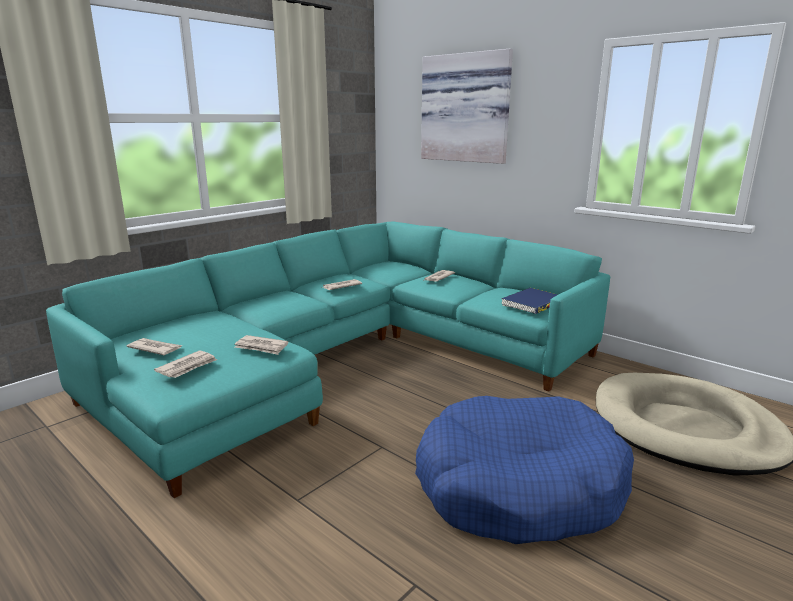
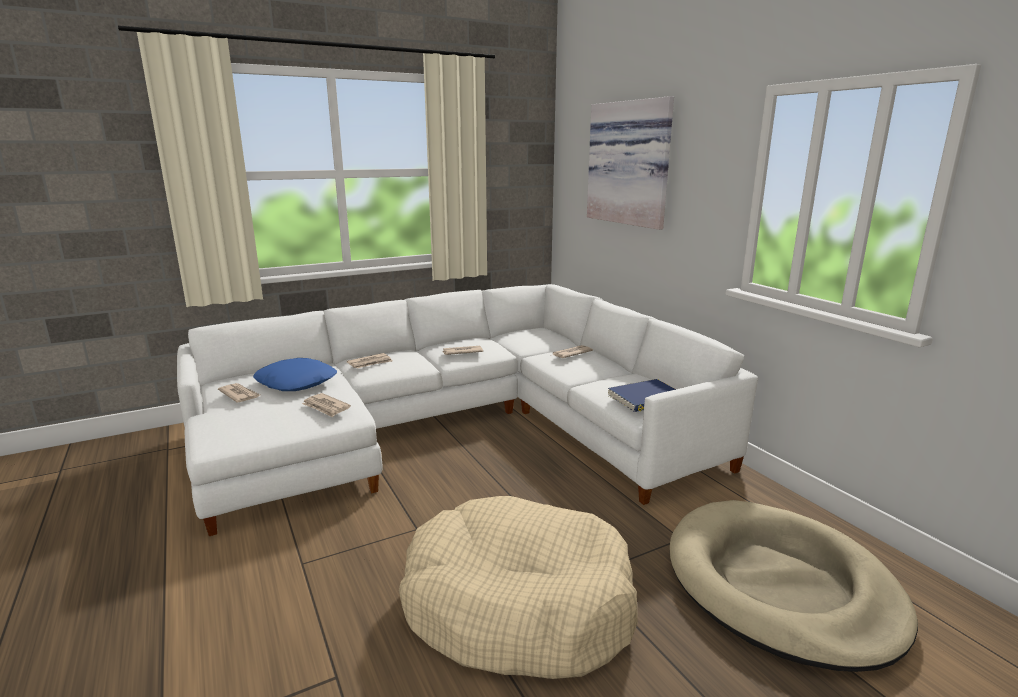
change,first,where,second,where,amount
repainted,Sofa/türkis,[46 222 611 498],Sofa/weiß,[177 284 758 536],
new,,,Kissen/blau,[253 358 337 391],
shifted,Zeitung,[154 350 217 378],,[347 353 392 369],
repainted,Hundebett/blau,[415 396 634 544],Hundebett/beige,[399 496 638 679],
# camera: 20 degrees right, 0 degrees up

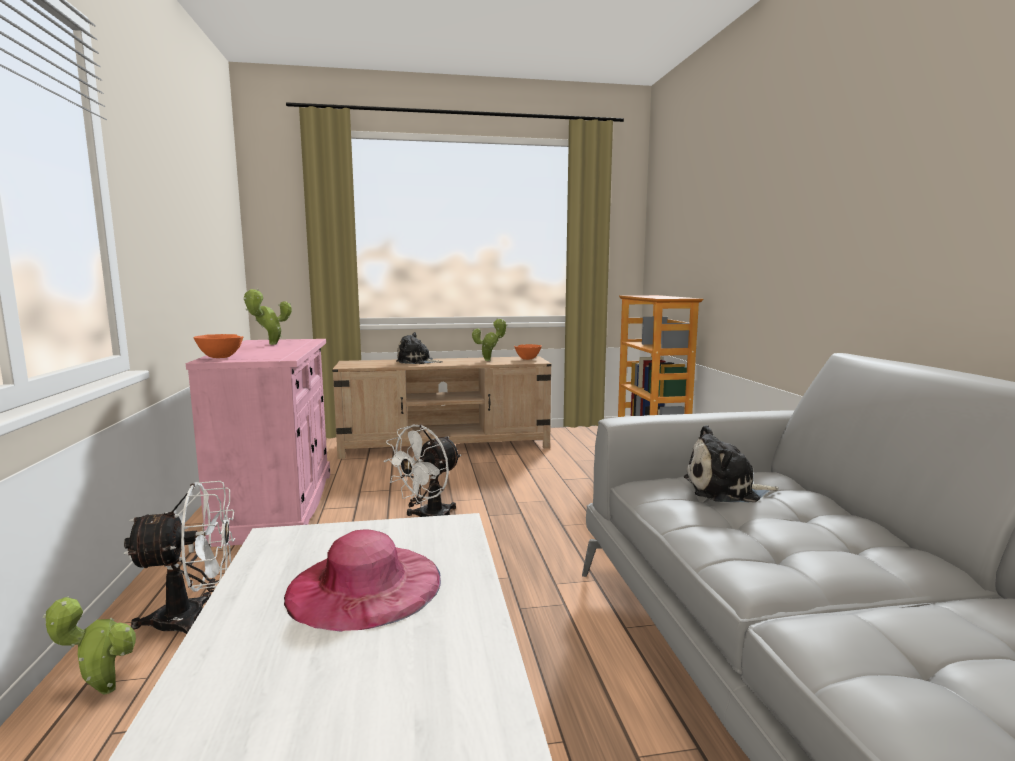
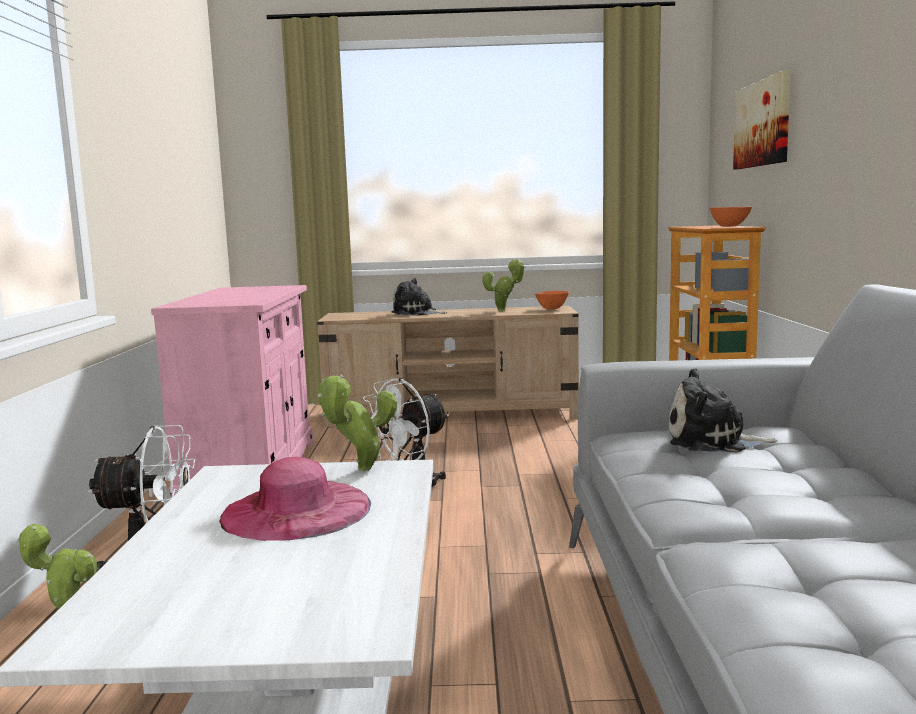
change,first,where,second,where,amount
shifted,Topfpflanze,[244 289 292 345],,[317 375 397 471],
shifted,Schüssel/orange,[193 334 244 358],,[710 207 752 227],
new,,,Bild,[733 70 791 169],
# camera: 10 degrees right, 0 degrees up

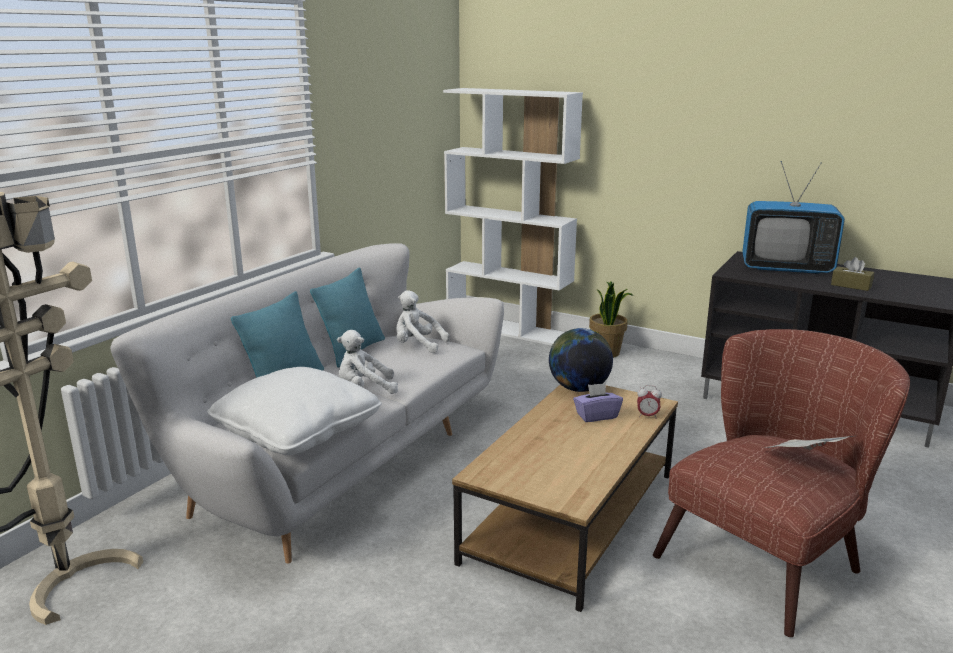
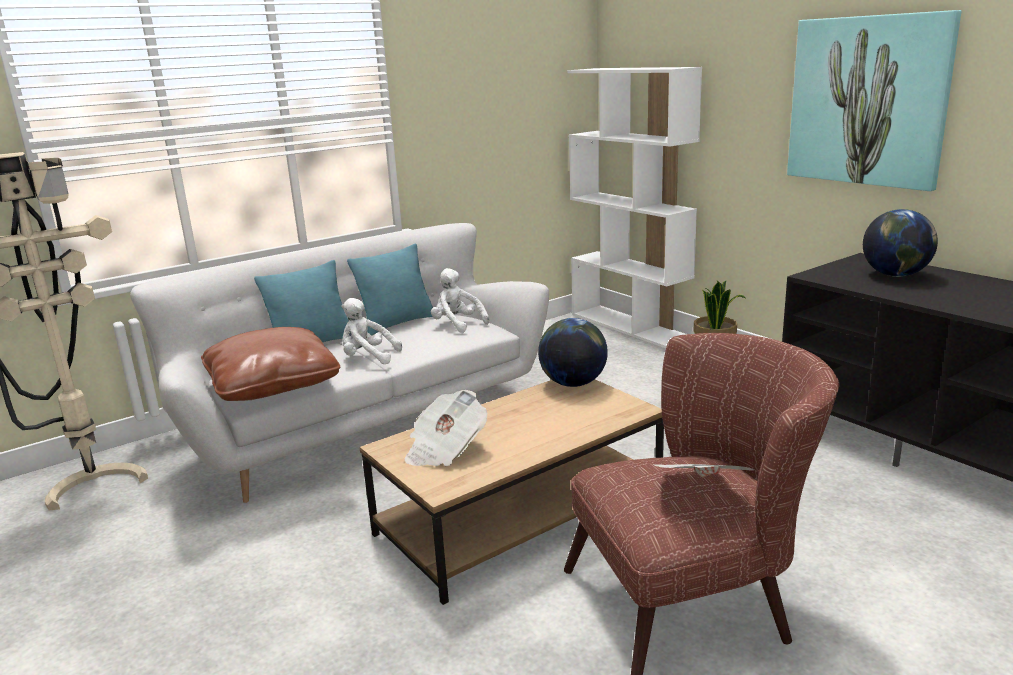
change,first,where,second,where,amount
repainted,Kissen/weiß,[207 367 382 455],Kissen/braun,[201 327 340 401],
new,,,Zeitung,[405 390 487 466],
new,,,Bild,[787 10 962 191],
swapped,Fernseher,[742 161 845 274],Globus,[863 209 938 277],
gone,Taschentuchbox/lila,[573 383 623 422],,,
gone,Wecker,[637 385 662 419],,,
gone,Taschentuchbox/braun,[831 257 875 291],,,
# camera: 25 degrees right, 0 degrees up

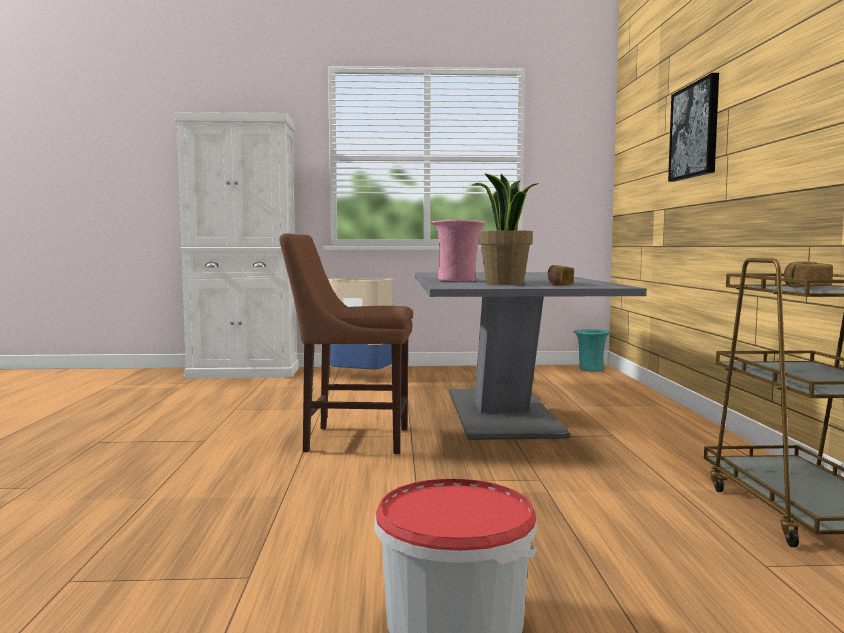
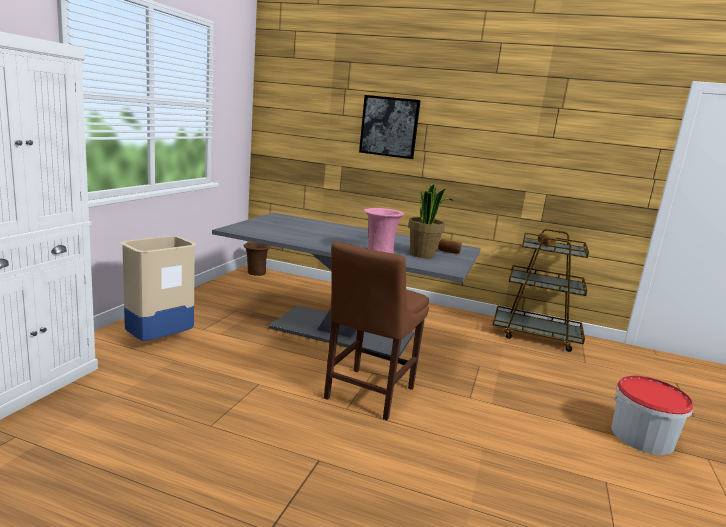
change,first,where,second,where,amount
repainted,Vase/türkis,[574 329 610 372],Vase/braun,[243 242 271 276],
# camera: 70 degrees left, 10 degrees up

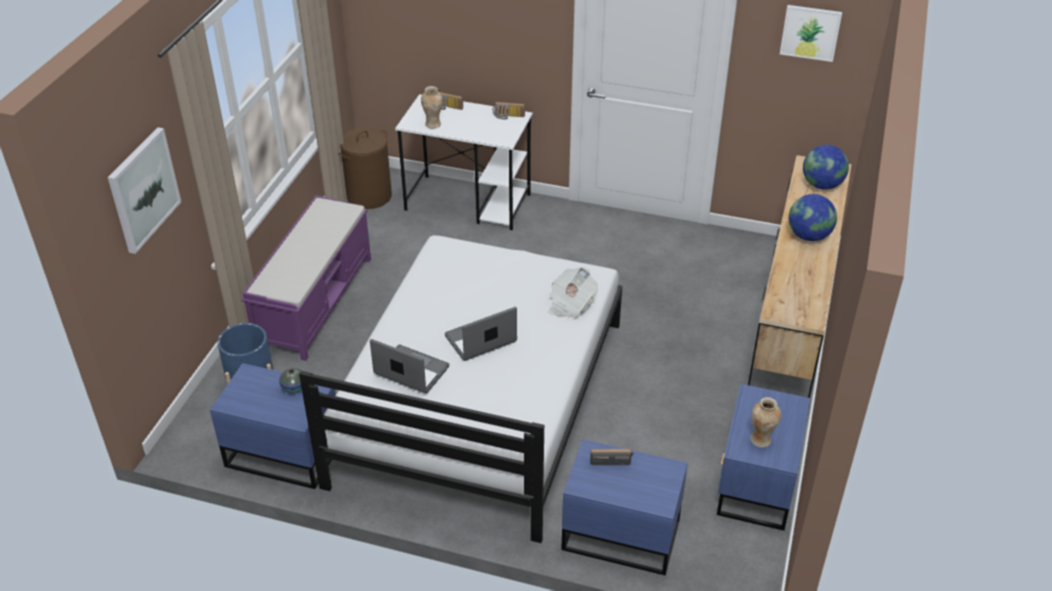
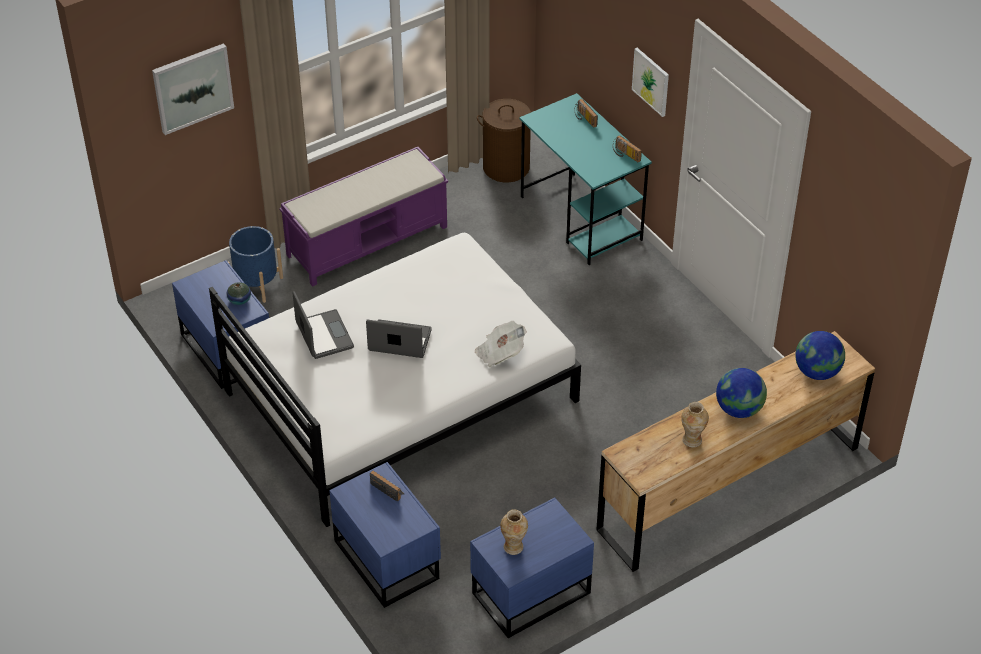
change,first,where,second,where,amount
repainted,Schreibtisch/weiß,[395 94 533 230],Schreibtisch/türkis,[519 93 652 266],
shifted,Bild,[780 5 842 62],,[632 48 669 117],
shifted,Vase,[421 86 443 129],,[681 402 709 448],
# camera: 40 degrees right, 5 degrees up

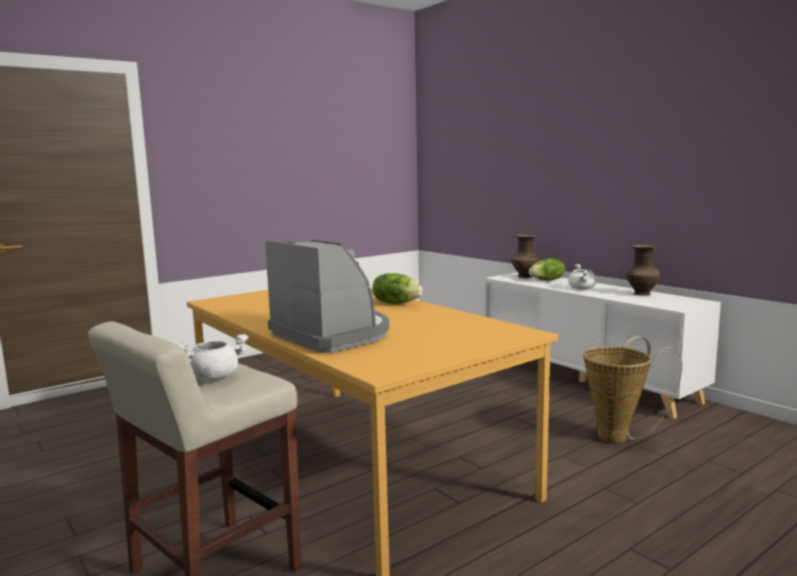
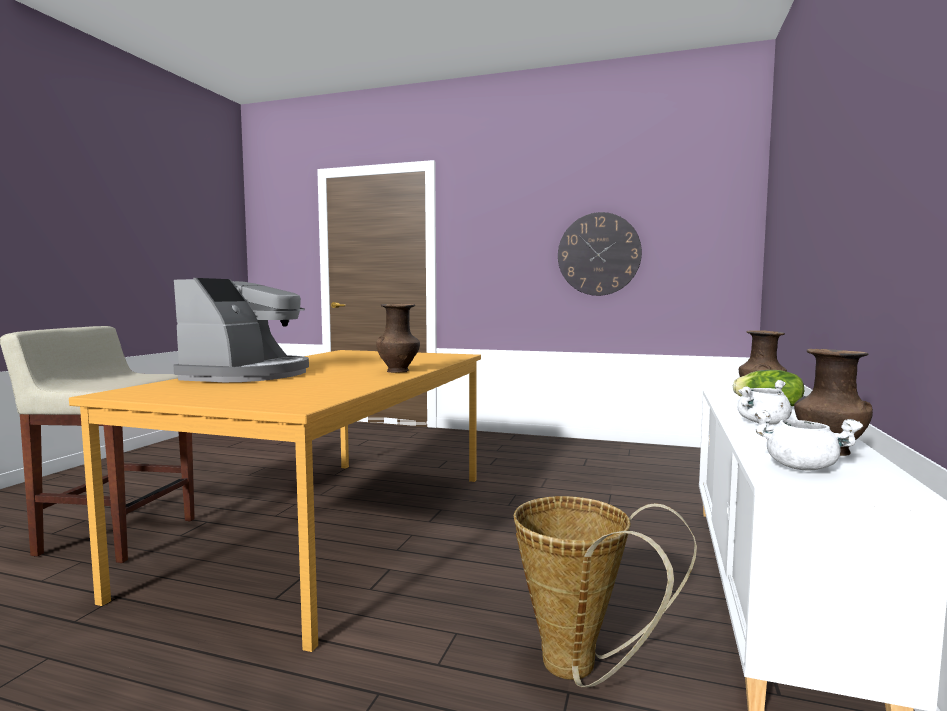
change,first,where,second,where,amount
swapped,Salatkopf,[372 273 423 304],Vase/braun,[376 304 420 373],
new,,,Wanduhr,[558 212 642 296],
shifted,Kochtopf/weiß,[177 334 249 381],,[754 410 863 471],
# camera: 55 degrees right, 5 degrees down

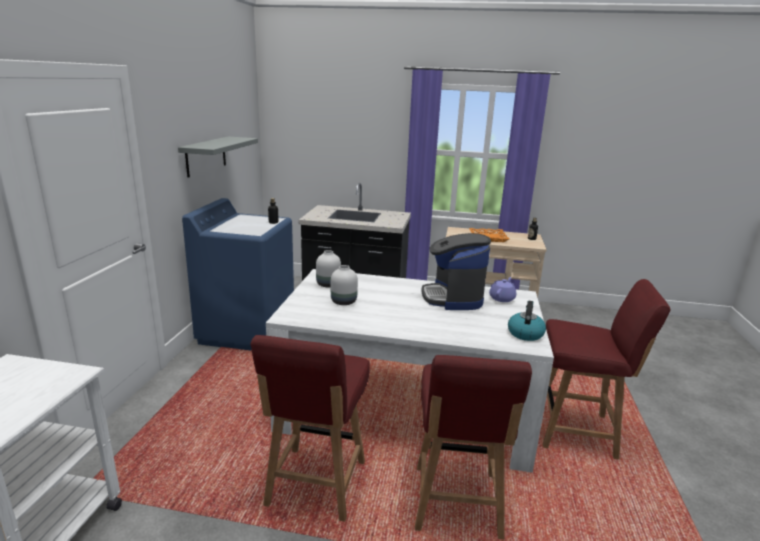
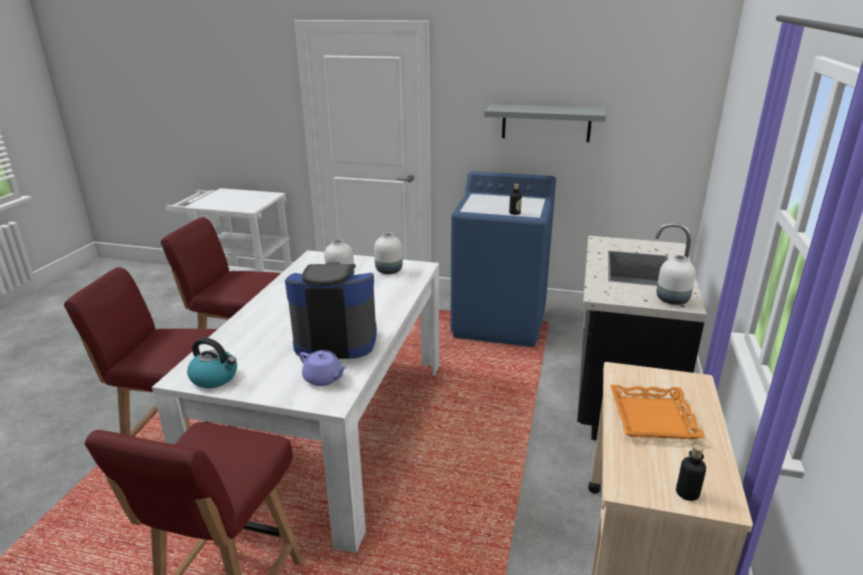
change,first,where,second,where,amount
new,,,Vase/weiß,[657 255 696 305],
# camera: 95 degrees right, 5 degrees up

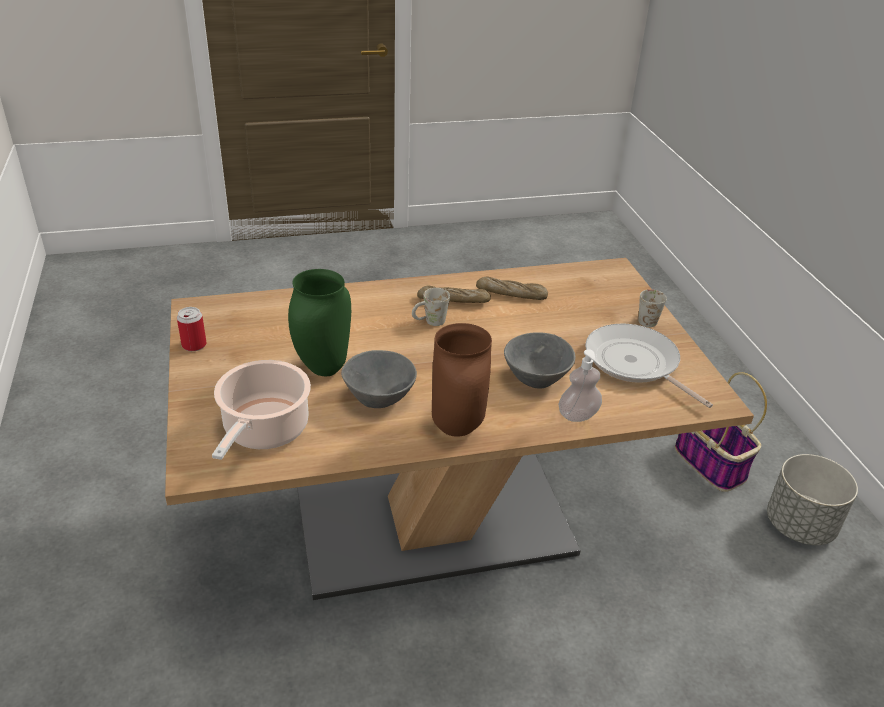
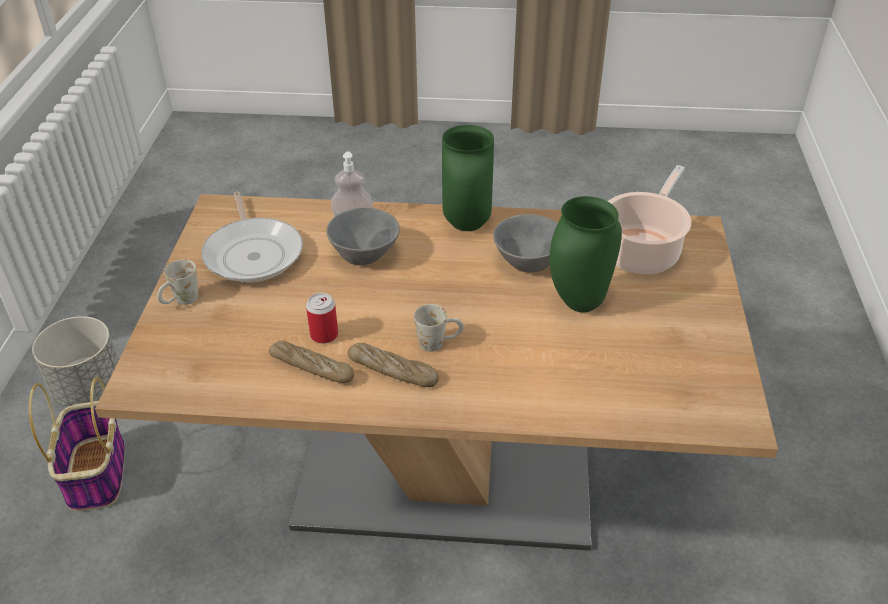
change,first,where,second,where,amount
shifted,Dose,[177 307 207 351],,[306 293 338 344],
repainted,Vase/braun,[432 323 492 437],Vase/grün,[442 125 494 231],
# camera: 160 degrees left, 5 degrees up

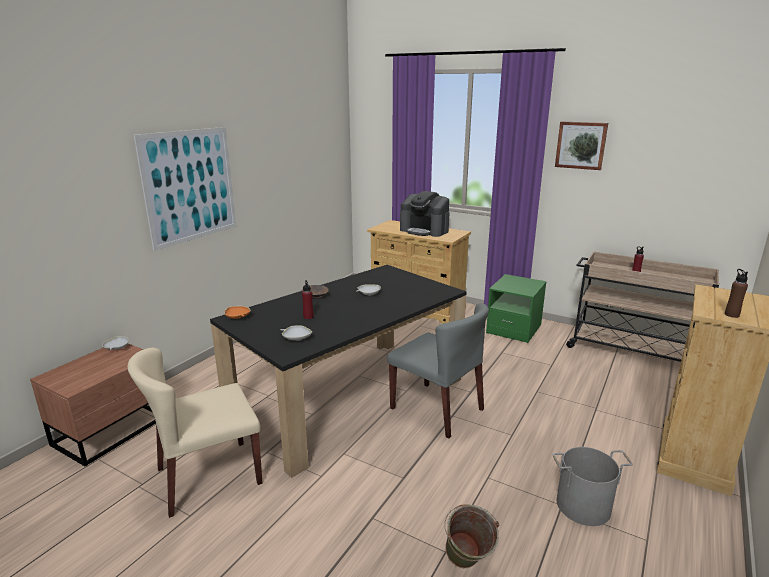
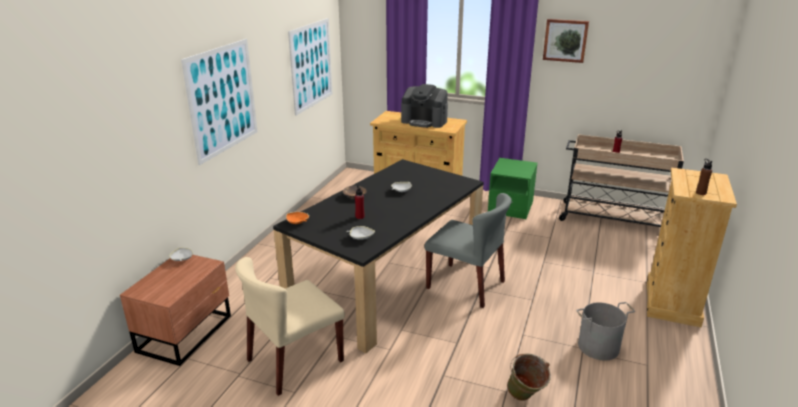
change,first,where,second,where,amount
new,,,Bild,[288 18 333 116],
# camera: 10 degrees left, 5 degrees up

